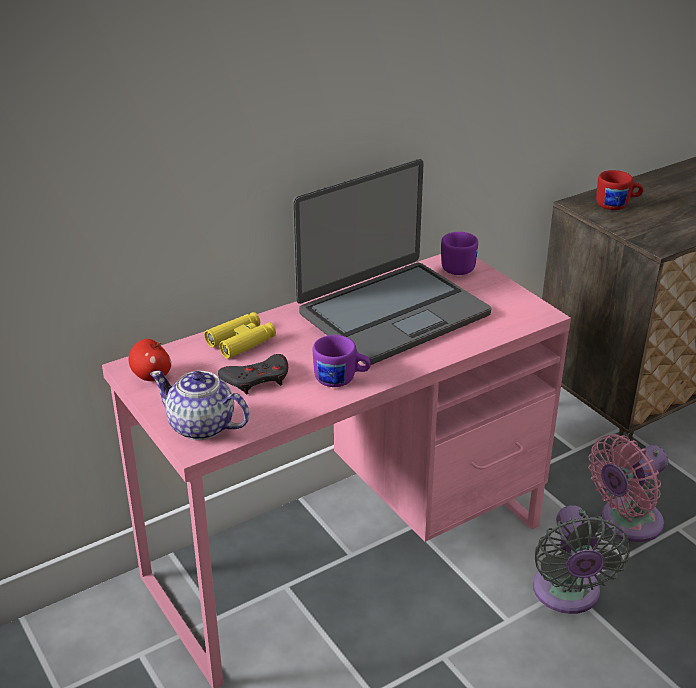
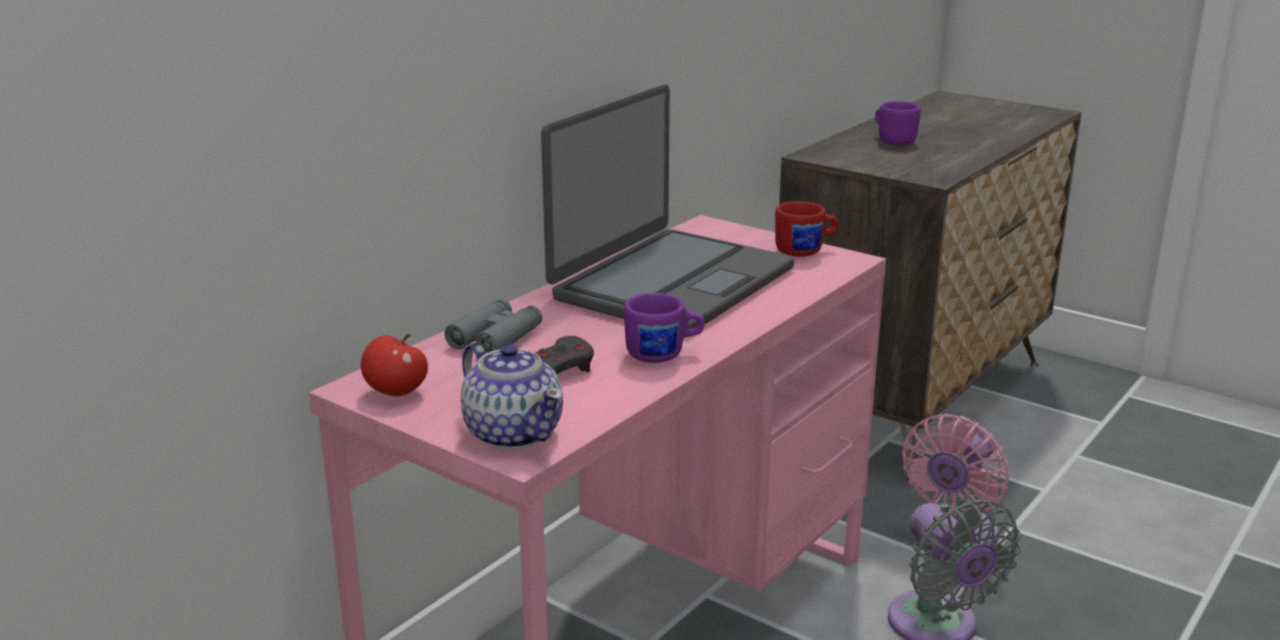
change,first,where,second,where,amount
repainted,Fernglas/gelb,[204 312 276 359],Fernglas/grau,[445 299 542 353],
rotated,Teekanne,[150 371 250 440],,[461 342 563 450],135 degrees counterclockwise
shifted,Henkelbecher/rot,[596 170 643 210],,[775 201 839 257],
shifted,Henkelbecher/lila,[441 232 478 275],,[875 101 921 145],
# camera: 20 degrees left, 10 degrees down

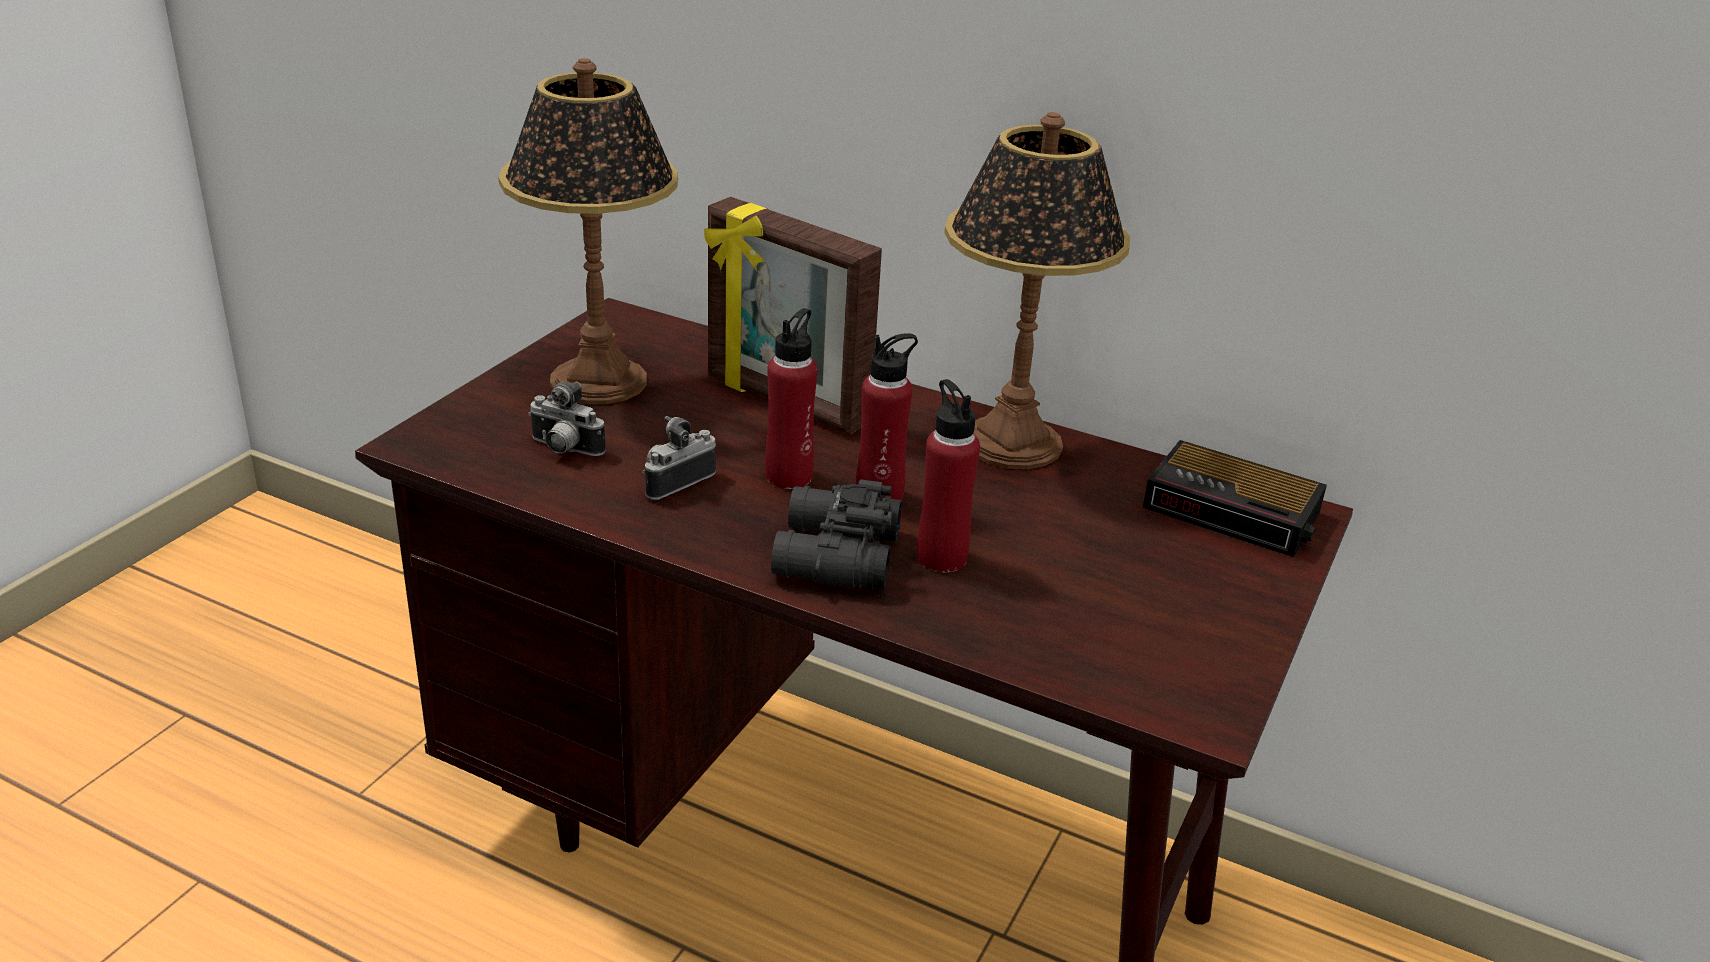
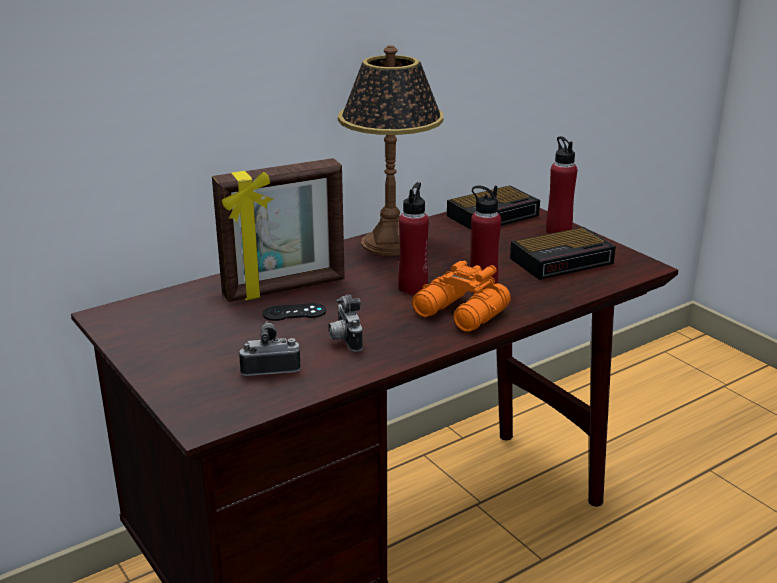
change,first,where,second,where,amount
rotated,Kamera,[528 381 606 456],,[239 321 301 376],150 degrees counterclockwise
new,,,Gamepad/schwarz,[263 303 326 321],
repainted,Fernglas/schwarz,[771 479 902 590],Fernglas/orange,[412 261 511 332],
new,,,Wecker,[510 227 616 280],
shifted,Flasche/rot,[765 308 817 489],,[546 136 577 234],
gone,Tischlampe,[499 58 678 405],,,
# camera: 60 degrees left, 5 degrees down

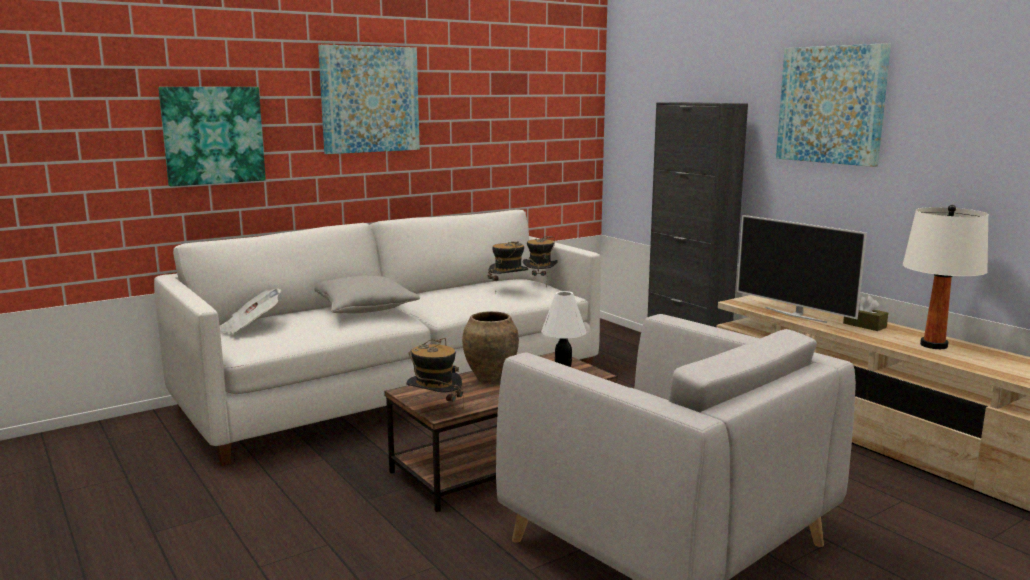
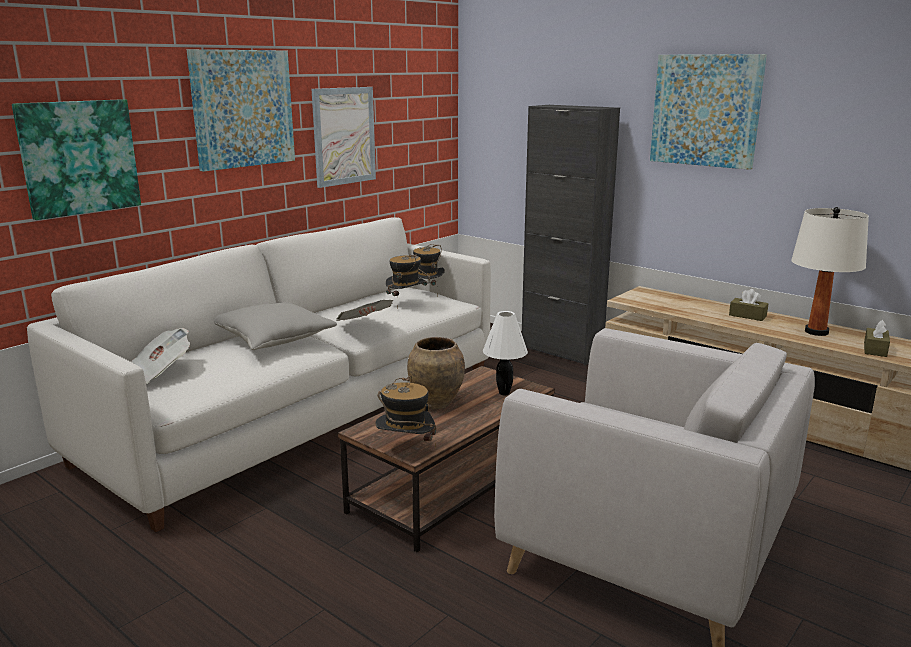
change,first,where,second,where,amount
new,,,Bild,[311 87 376 188],
new,,,Zeitung,[336 300 393 321],
new,,,Taschentuchbox/braun,[864 320 890 357],
gone,Fernseher,[737 215 867 323],,,
# camera: 15 degrees left, 5 degrees up

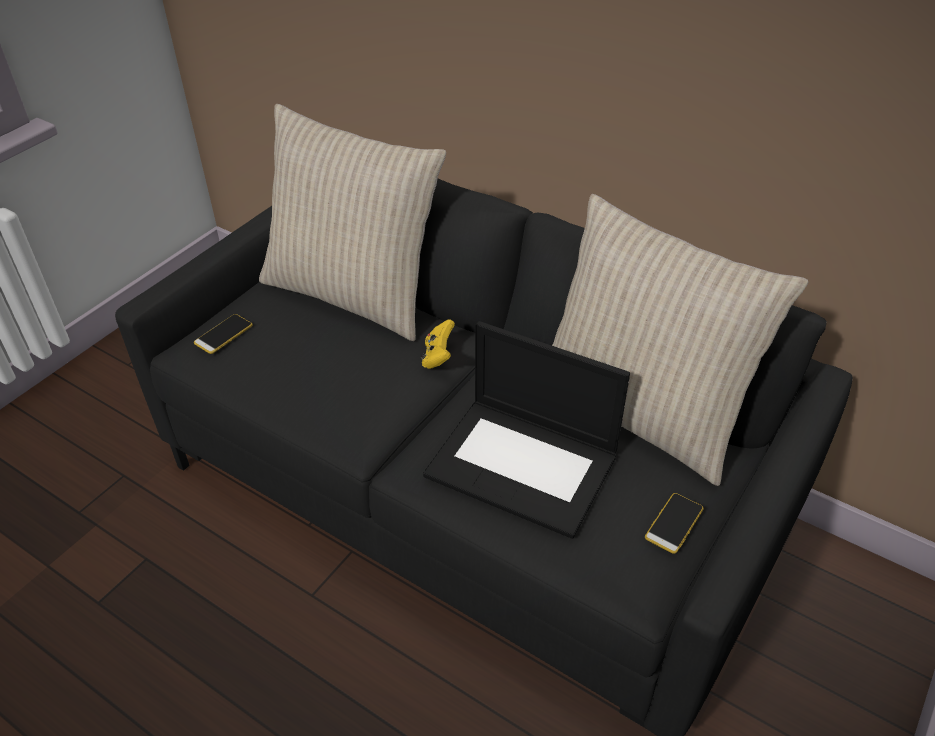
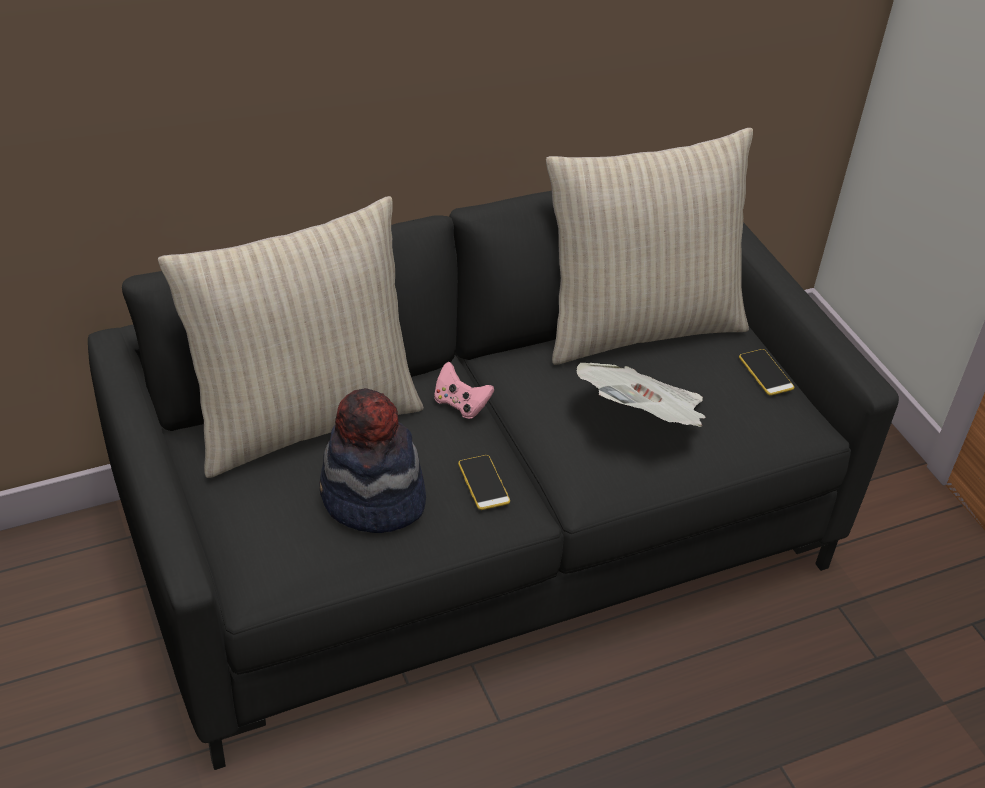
change,first,where,second,where,amount
new,,,Hut,[319 388 426 533],
repainted,Gamepad/gelb,[421 320 455 369],Gamepad/rosa,[434 362 494 419],
shifted,Handy,[194 314 253 354],,[458 455 510 510],
swapped,Laptop,[423 321 630 539],Zeitung,[577 363 706 427],
# camera: 60 degrees left, 0 degrees up

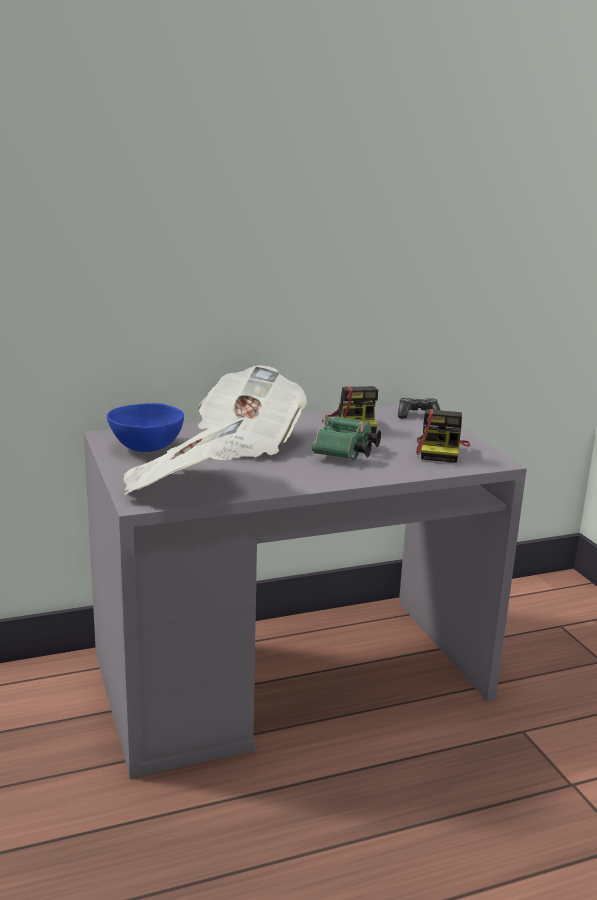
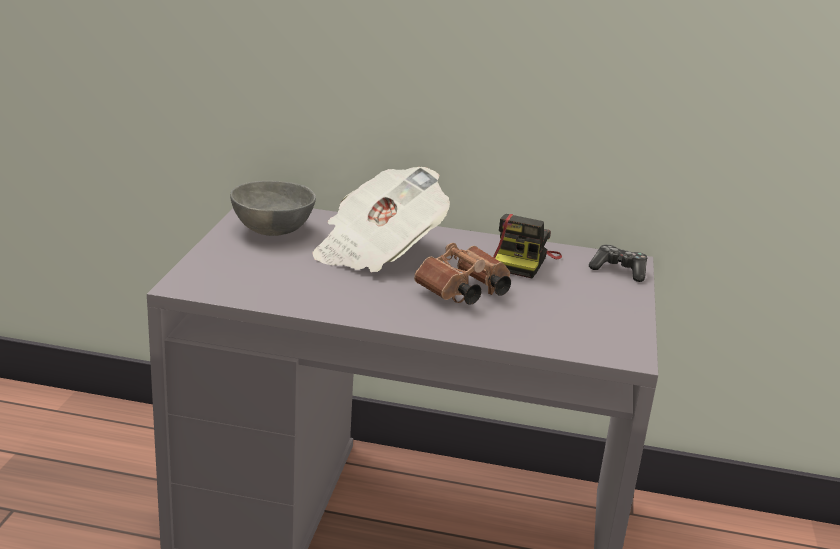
change,first,where,second,where,amount
repainted,Schüssel/blau,[107 403 184 452],Schüssel/grau,[230 181 316 236],
repainted,Fernglas/grün,[312 415 381 460],Fernglas/braun,[414 243 511 305],
gone,Zeitung,[124 417 247 495],,,
gone,Kamera,[416 409 470 463],,,
# camera: 30 degrees right, 5 degrees up

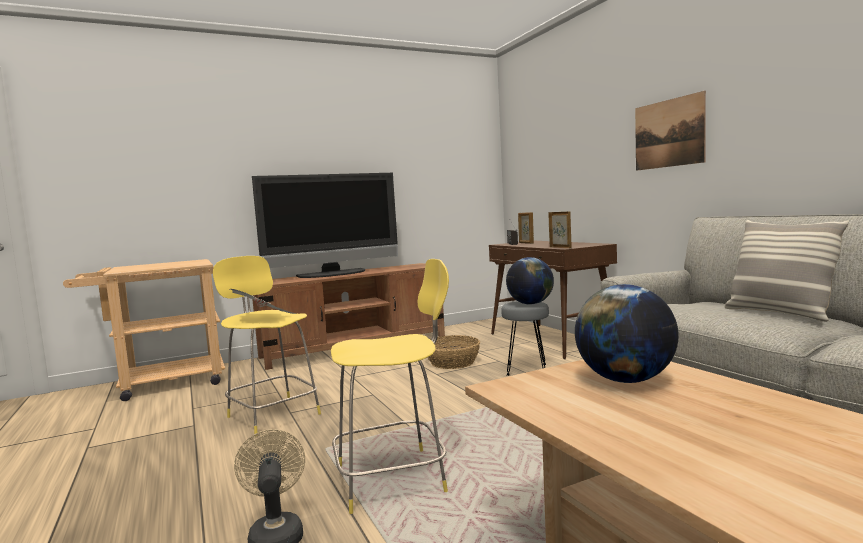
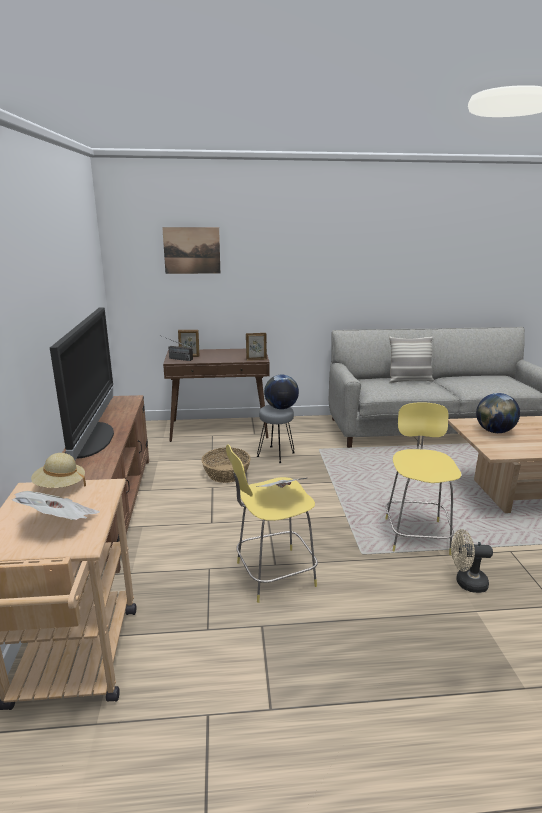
change,first,where,second,where,amount
new,,,Zeitung,[12 491 100 520],
new,,,Hut/beige,[31 453 86 488],
shifted,Bild,[635 91 706 171],,[162 227 220 274],
# camera: 70 degrees left, 15 degrees up

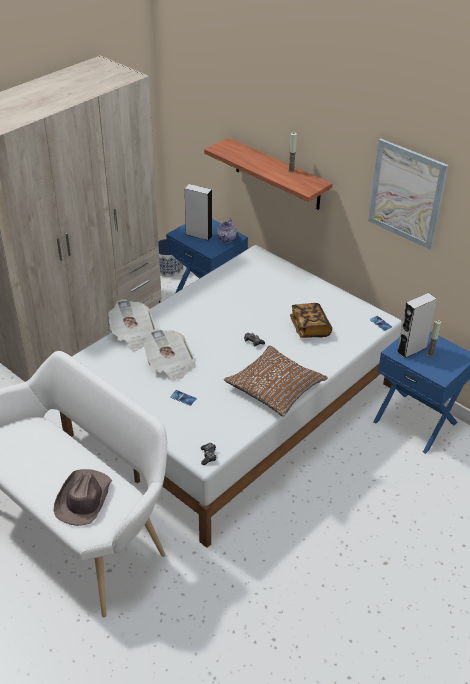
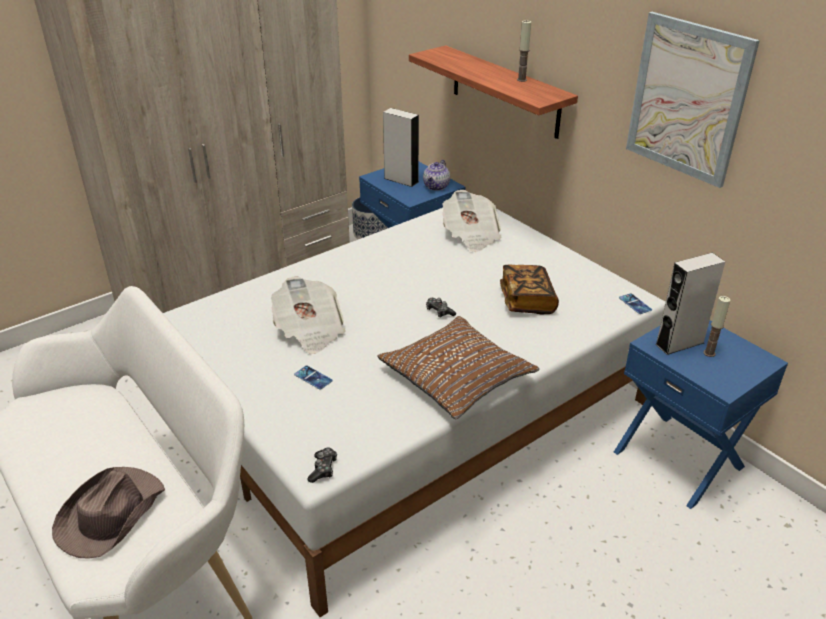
change,first,where,second,where,amount
shifted,Zeitung,[108 299 156 351],,[442 190 502 252],
# camera: 10 degrees right, 5 degrees down

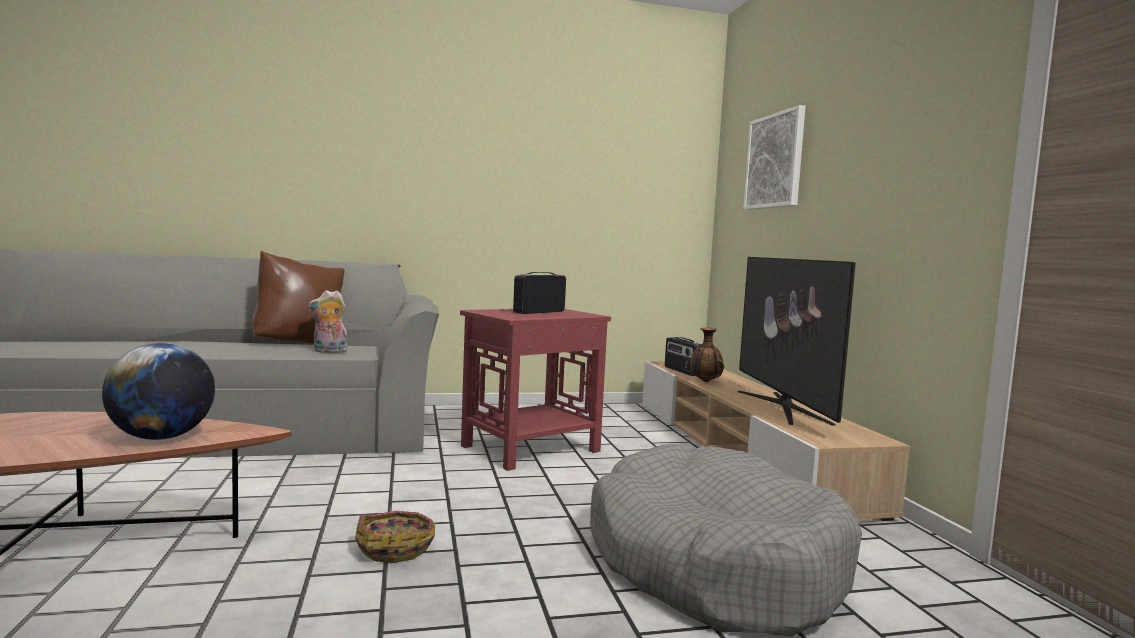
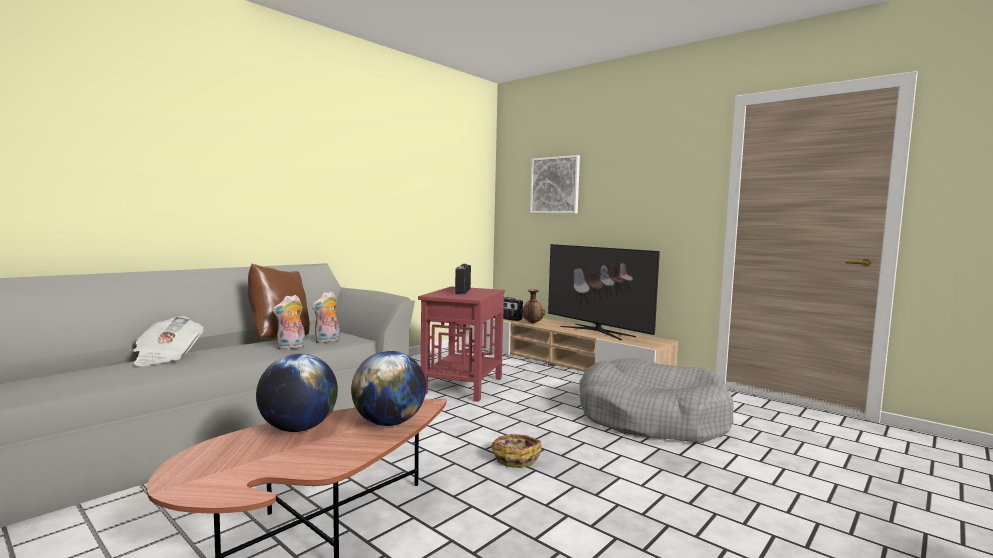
change,first,where,second,where,amount
new,,,Zeitung,[133 316 204 366],
new,,,Globus,[256 354 338 432],
new,,,Plüschtier,[272 295 305 350],
# camera: 35 degrees left, 0 degrees up

